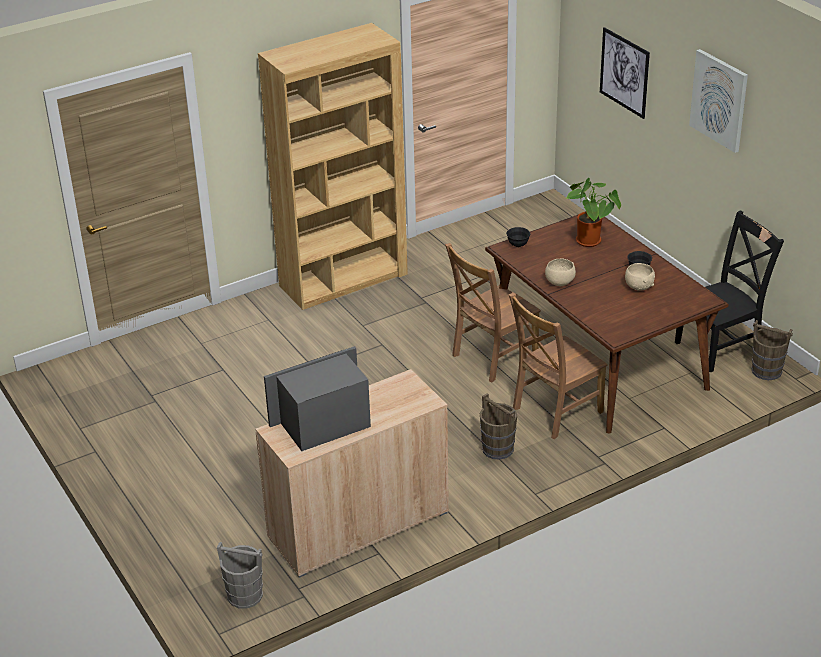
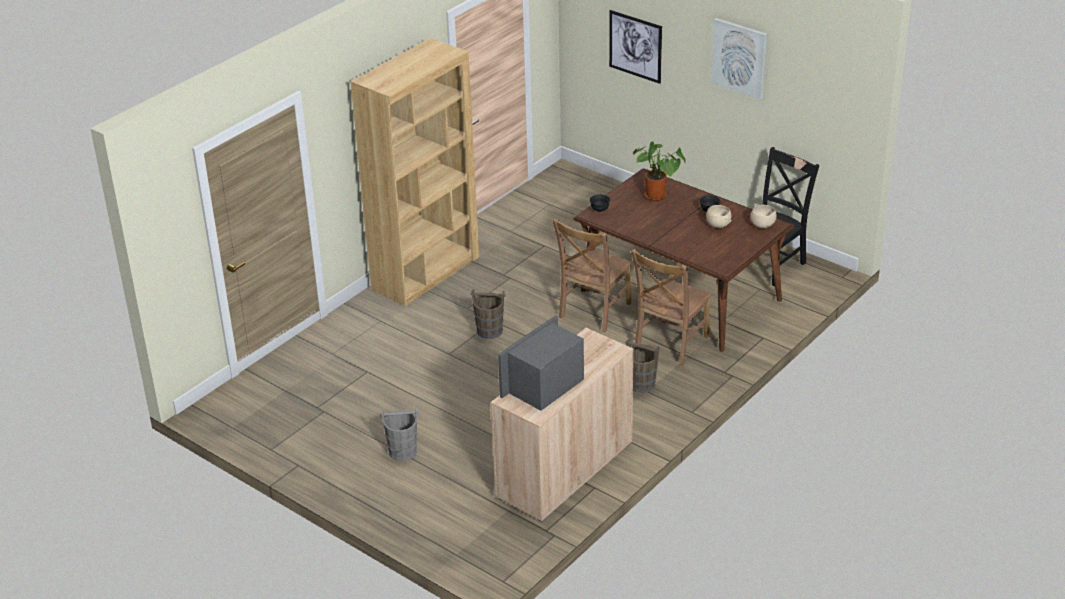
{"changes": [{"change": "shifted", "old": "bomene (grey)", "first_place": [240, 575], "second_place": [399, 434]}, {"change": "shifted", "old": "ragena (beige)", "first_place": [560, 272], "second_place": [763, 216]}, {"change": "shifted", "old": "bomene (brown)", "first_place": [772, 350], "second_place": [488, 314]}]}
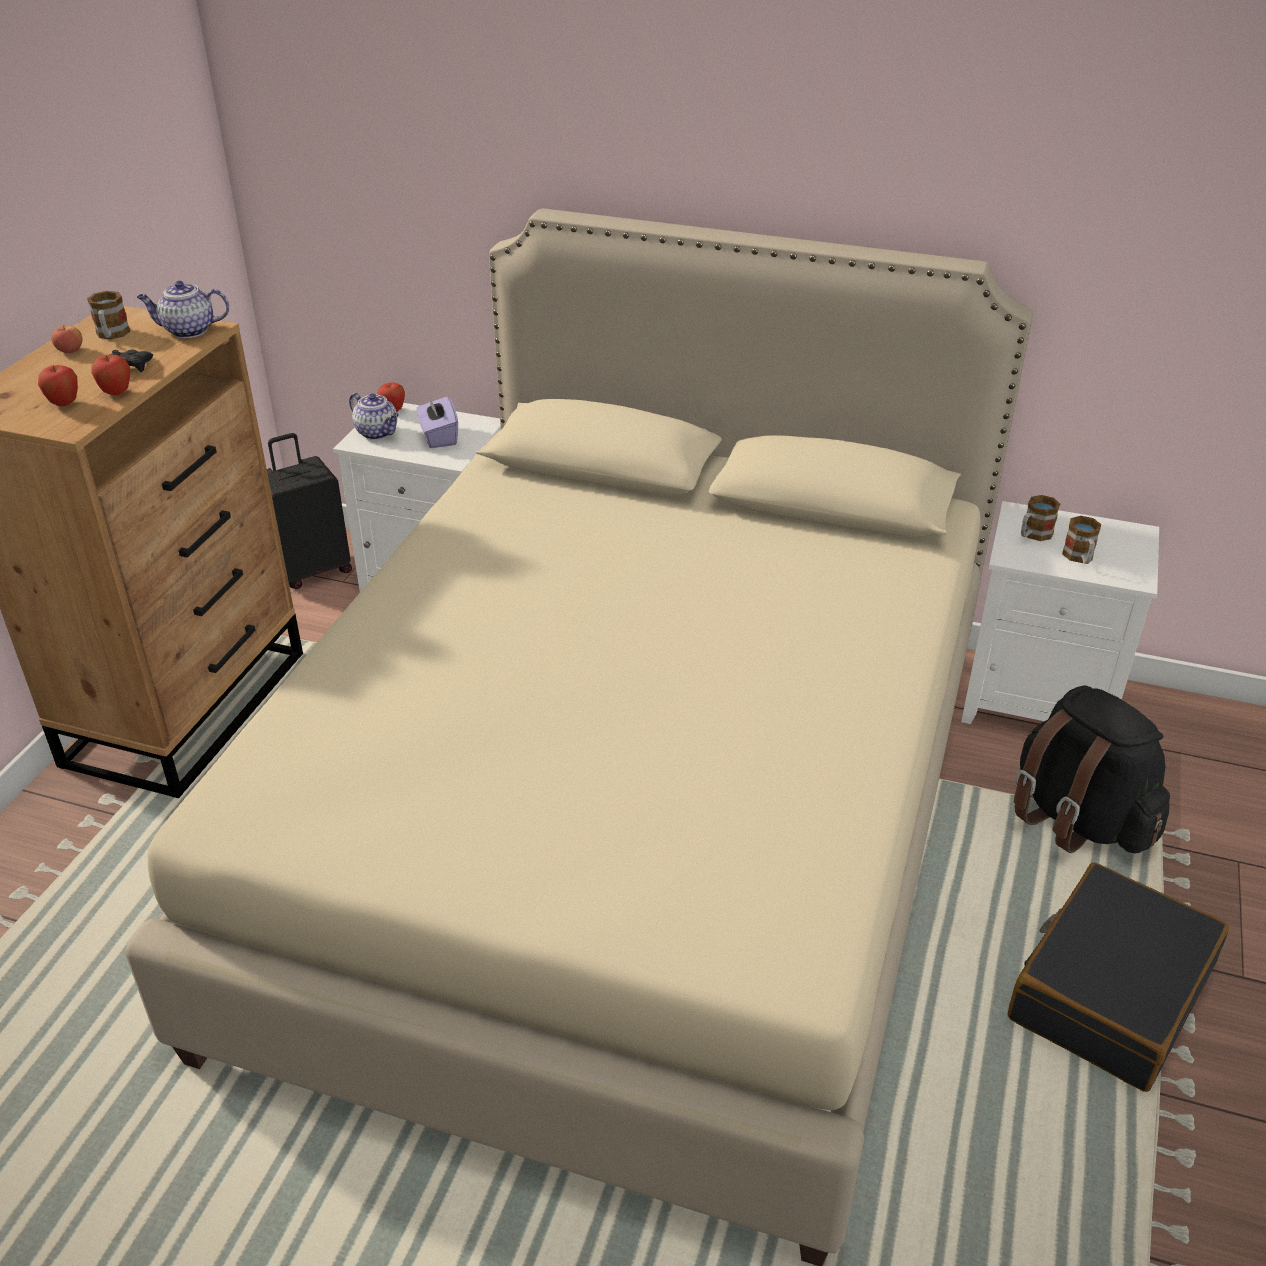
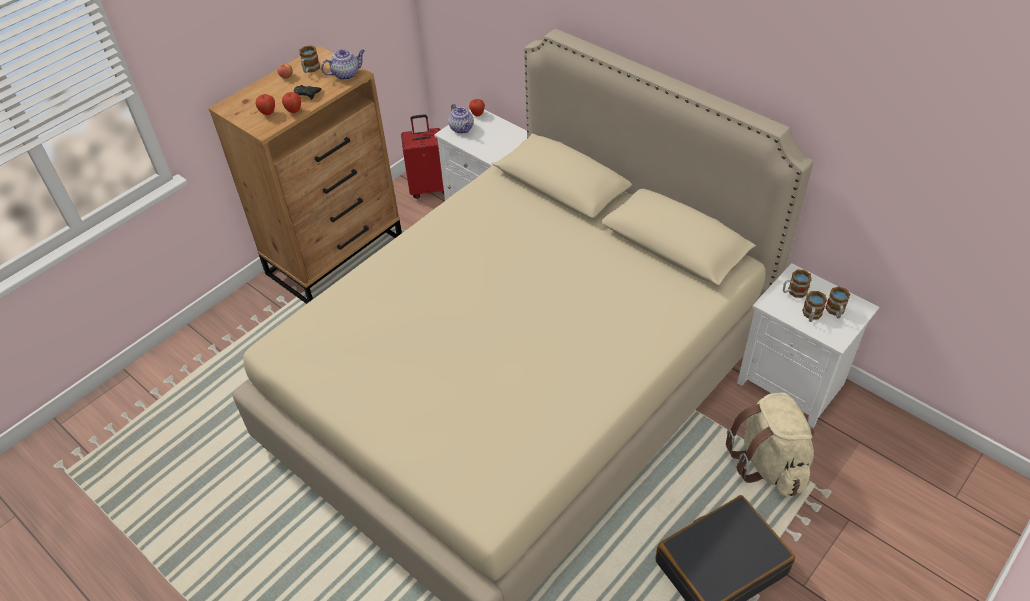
{"changes": [{"change": "rotated", "old": "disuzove", "first_place": [183, 309], "second_place": [343, 65], "degrees": 135}, {"change": "repainted", "old": "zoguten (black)", "new": "zoguten (red)", "first_place": [309, 511], "second_place": [422, 156]}, {"change": "gone", "old": "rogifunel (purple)", "first_place": [437, 420]}, {"change": "repainted", "old": "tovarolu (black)", "new": "tovarolu (beige)", "first_place": [1092, 769], "second_place": [770, 444]}, {"change": "new", "new": "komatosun", "second_place": [837, 302]}]}
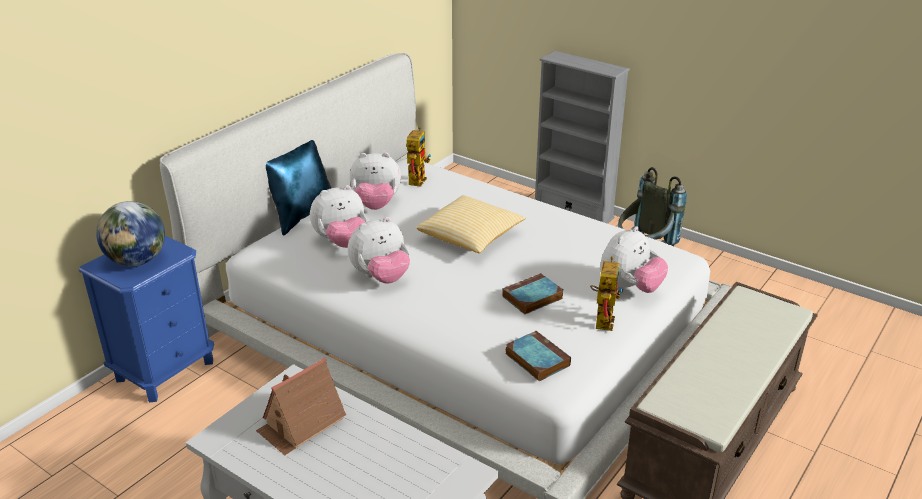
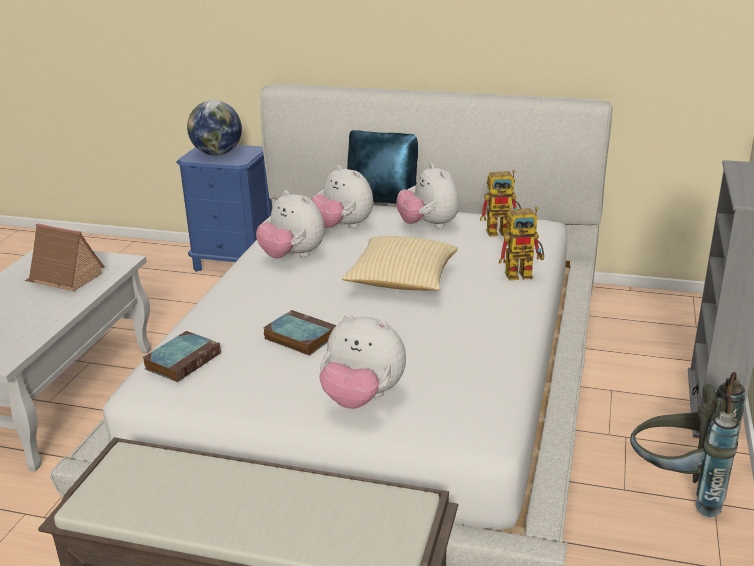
{"changes": [{"change": "shifted", "old": "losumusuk", "first_place": [607, 293], "second_place": [521, 244]}]}
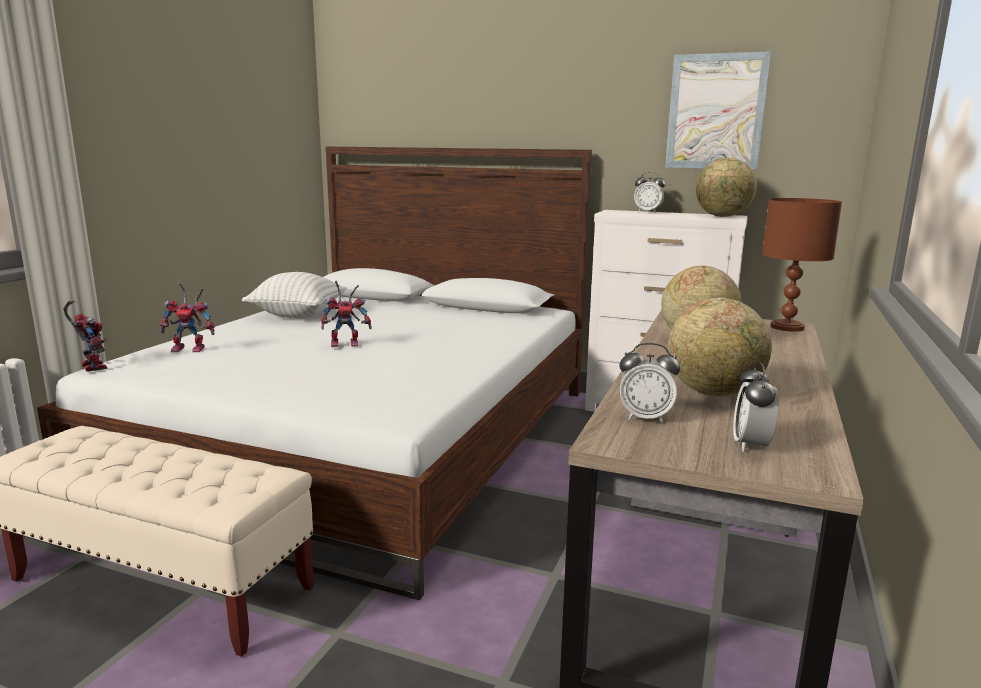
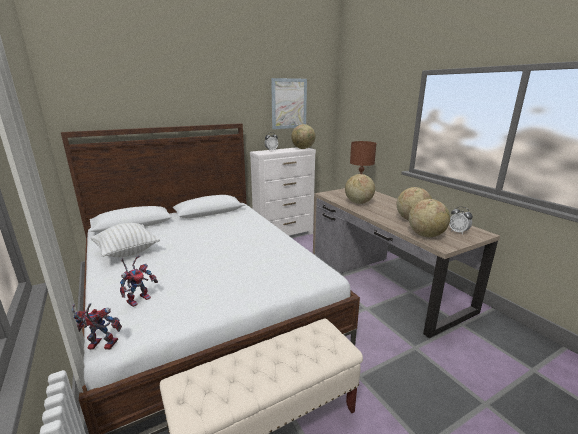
{"changes": [{"change": "gone", "old": "losumusuk", "first_place": [346, 314]}, {"change": "swapped", "old": "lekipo", "new": "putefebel", "first_place": [649, 383], "second_place": [429, 218]}]}
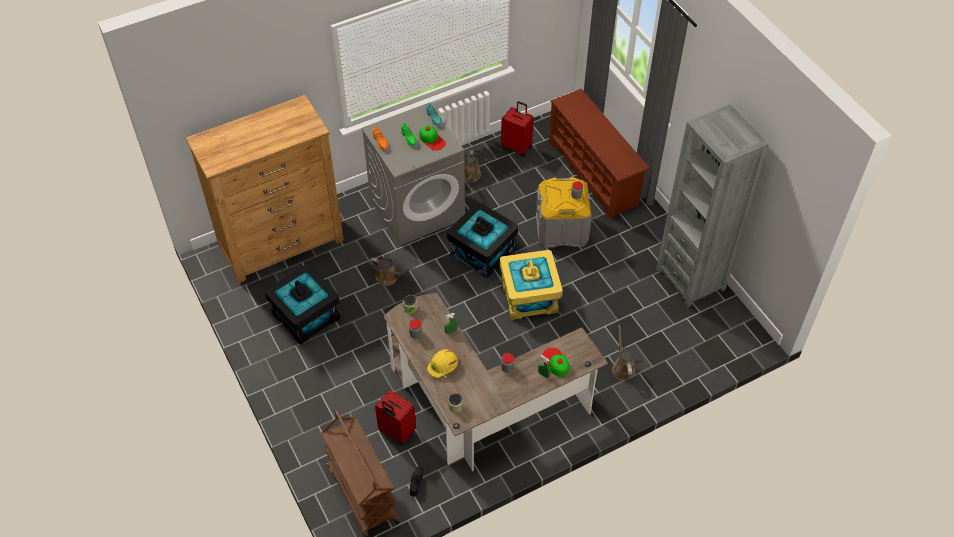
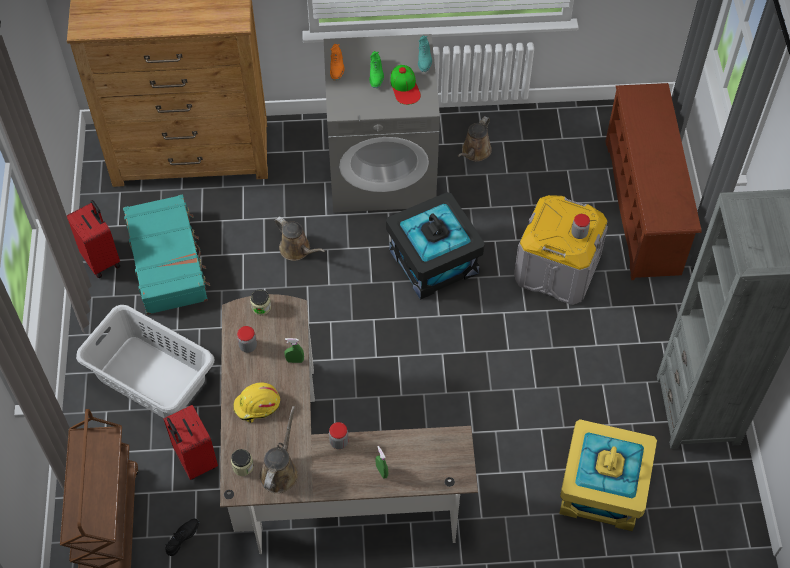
{"changes": [{"change": "swapped", "old": "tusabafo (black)", "new": "zoguten (turquoise)", "first_place": [302, 304], "second_place": [166, 254]}, {"change": "shifted", "old": "tusabafo (yellow)", "first_place": [531, 285], "second_place": [608, 475]}, {"change": "shifted", "old": "zoguten (red)", "first_place": [517, 129], "second_place": [93, 239]}, {"change": "gone", "old": "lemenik", "first_place": [555, 362]}, {"change": "shifted", "old": "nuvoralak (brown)", "first_place": [624, 353], "second_place": [278, 449]}, {"change": "new", "new": "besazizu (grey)", "second_place": [145, 361]}]}
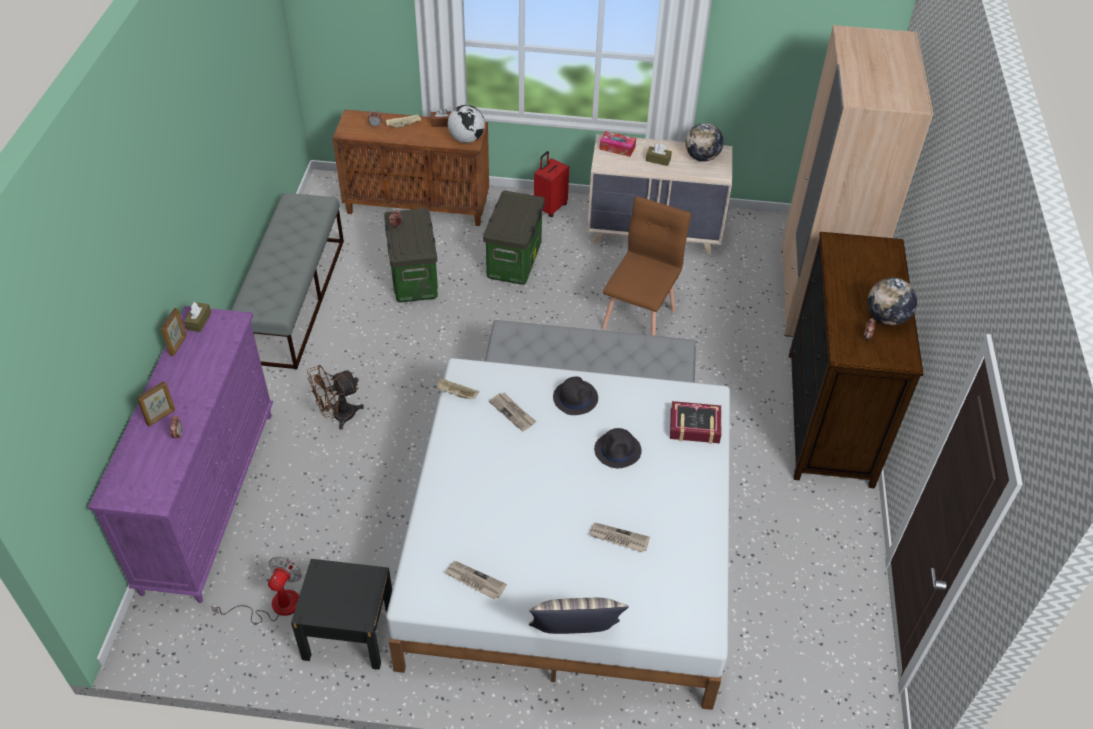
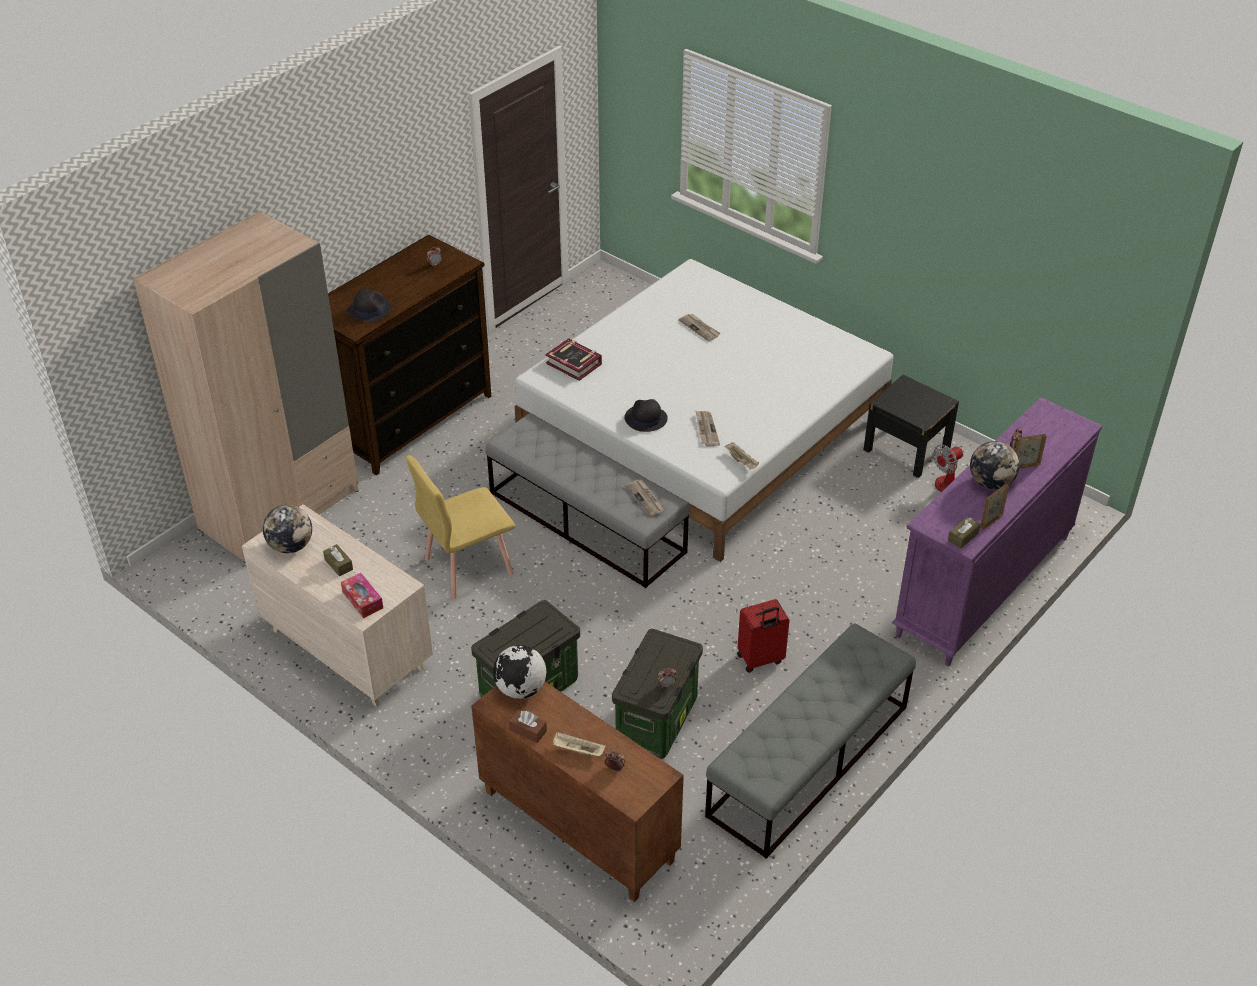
{"changes": [{"change": "gone", "old": "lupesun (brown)", "first_place": [335, 397]}, {"change": "shifted", "old": "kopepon", "first_place": [476, 580], "second_place": [645, 498]}, {"change": "gone", "old": "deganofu", "first_place": [579, 616]}, {"change": "shifted", "old": "zoguten (red)", "first_place": [551, 184], "second_place": [763, 636]}, {"change": "shifted", "old": "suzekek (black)", "first_place": [617, 448], "second_place": [370, 305]}, {"change": "repainted", "old": "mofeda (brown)", "new": "mofeda (yellow)", "first_place": [646, 266], "second_place": [461, 527]}, {"change": "shifted", "old": "putefebel", "first_place": [892, 301], "second_place": [994, 465]}]}
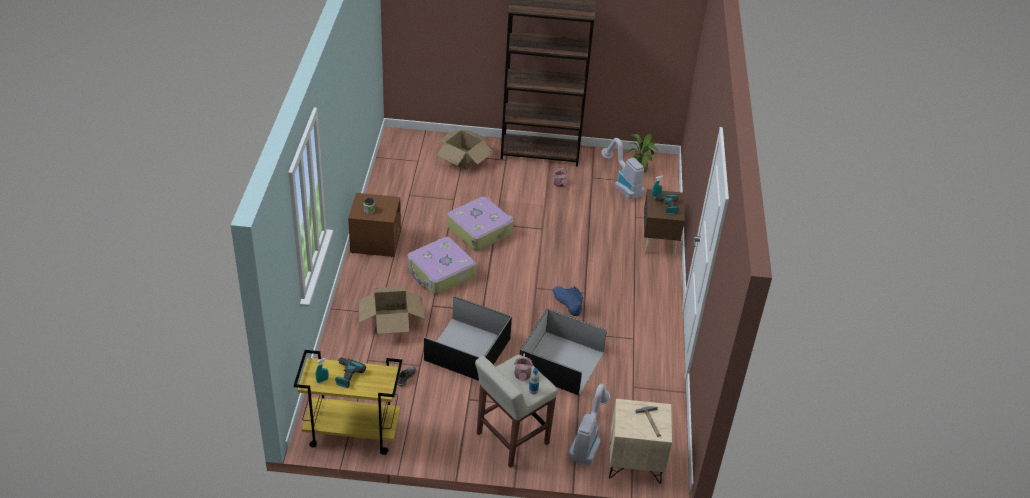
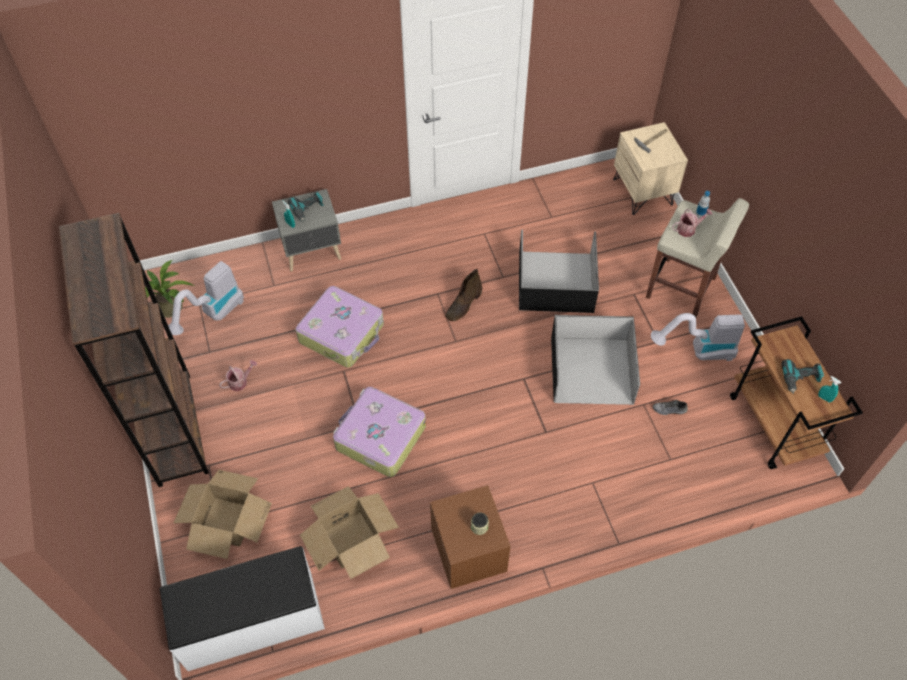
{"changes": [{"change": "repainted", "old": "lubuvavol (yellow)", "new": "lubuvavol (brown)", "first_place": [348, 402], "second_place": [796, 392]}, {"change": "shifted", "old": "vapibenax", "first_place": [391, 310], "second_place": [349, 532]}, {"change": "shifted", "old": "zoguten", "first_place": [442, 266], "second_place": [340, 327]}, {"change": "repainted", "old": "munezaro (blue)", "new": "munezaro (brown)", "first_place": [568, 301], "second_place": [464, 295]}, {"change": "shifted", "old": "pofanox", "first_place": [589, 425], "second_place": [698, 337]}, {"change": "repainted", "old": "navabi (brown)", "new": "navabi (grey)", "first_place": [664, 223], "second_place": [306, 230]}, {"change": "new", "new": "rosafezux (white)", "second_place": [242, 608]}]}
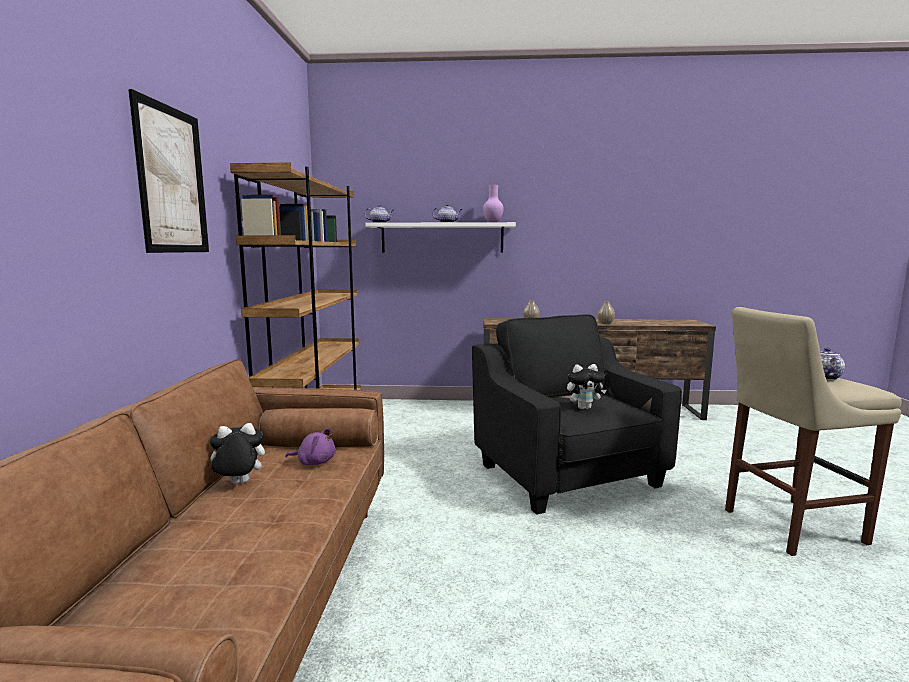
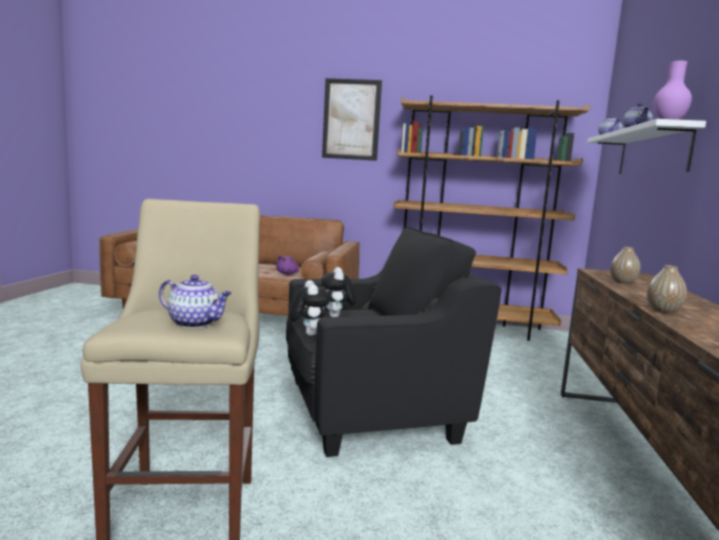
{"changes": [{"change": "shifted", "old": "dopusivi", "first_place": [237, 453], "second_place": [309, 308]}]}
